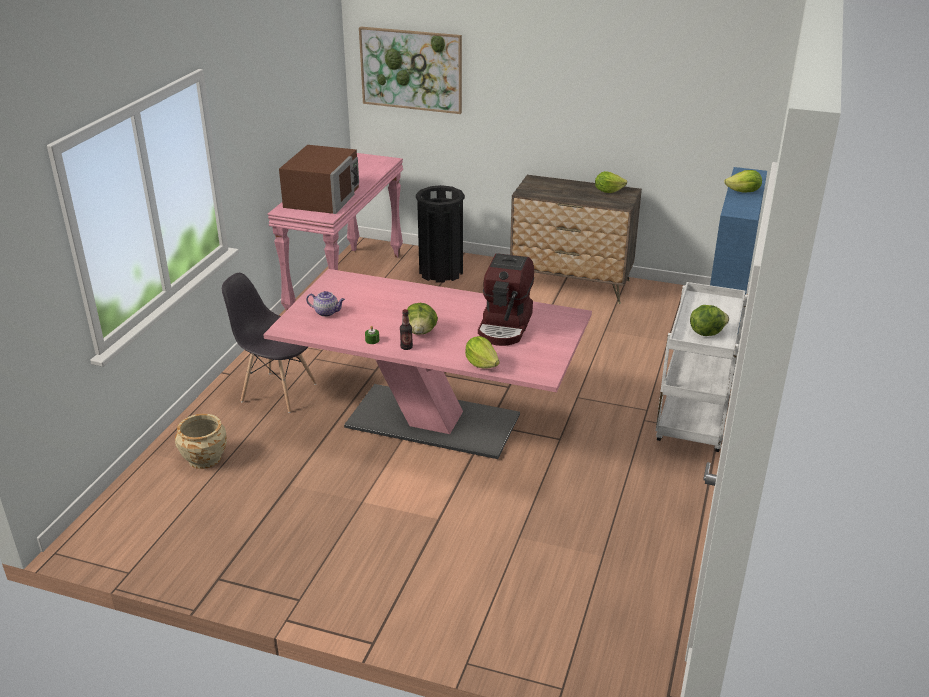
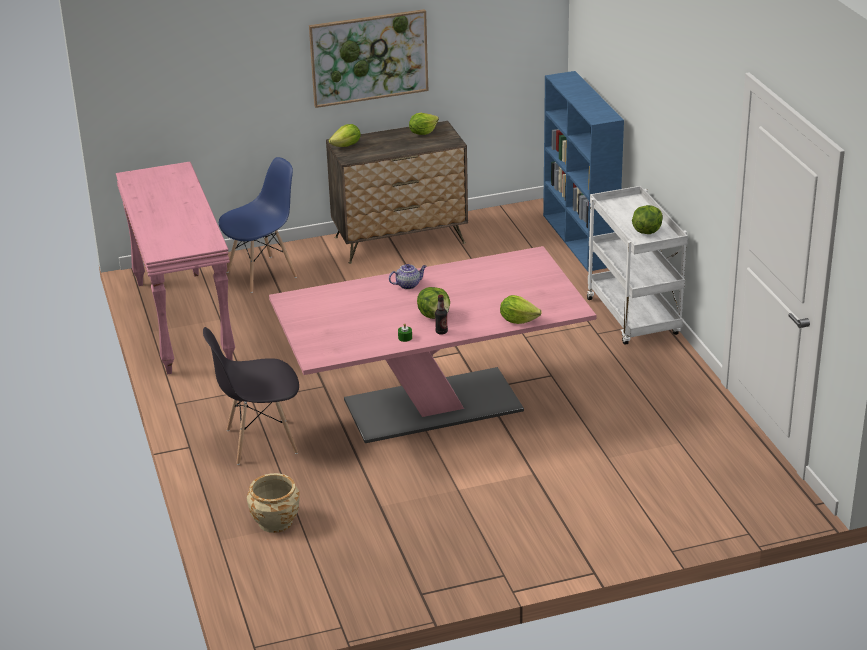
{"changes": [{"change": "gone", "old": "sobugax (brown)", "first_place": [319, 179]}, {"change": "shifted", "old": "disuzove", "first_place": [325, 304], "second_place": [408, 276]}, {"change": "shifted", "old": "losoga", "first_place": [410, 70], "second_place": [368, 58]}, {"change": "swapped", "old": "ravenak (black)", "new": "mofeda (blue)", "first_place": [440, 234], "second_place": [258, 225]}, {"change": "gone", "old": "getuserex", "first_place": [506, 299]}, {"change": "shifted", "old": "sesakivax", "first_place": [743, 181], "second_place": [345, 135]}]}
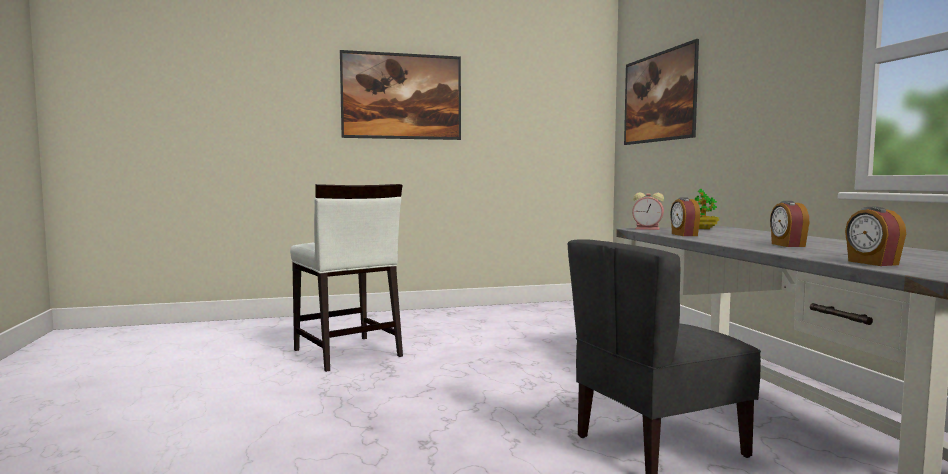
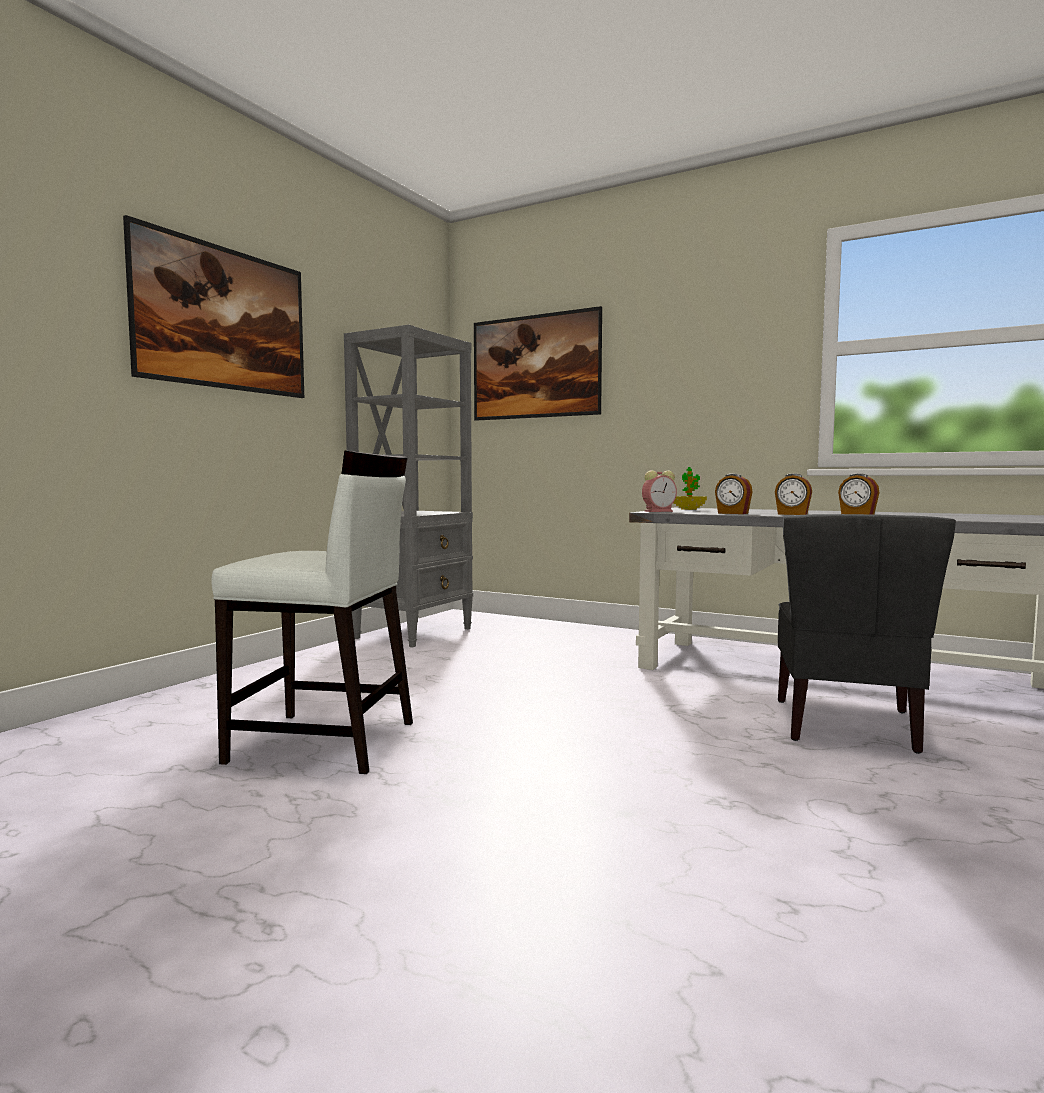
{"changes": [{"change": "shifted", "old": "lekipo", "first_place": [875, 236], "second_place": [793, 494]}, {"change": "new", "new": "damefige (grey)", "second_place": [408, 486]}]}
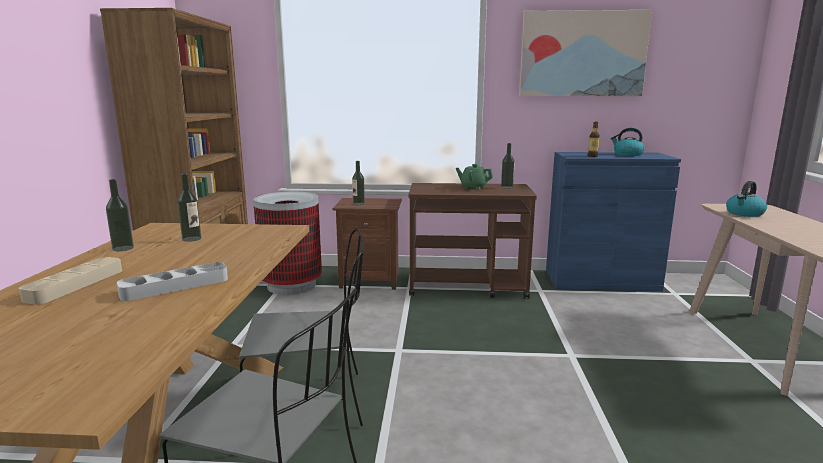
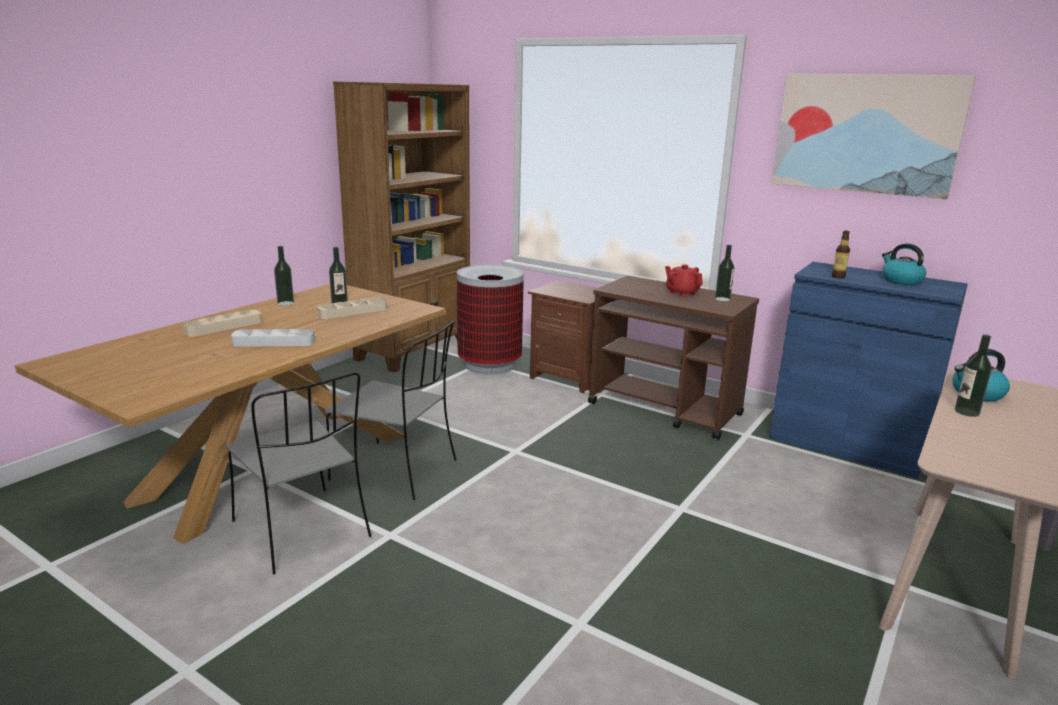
{"changes": [{"change": "shifted", "old": "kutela", "first_place": [358, 183], "second_place": [973, 375]}, {"change": "repainted", "old": "disuzove (green)", "new": "disuzove (red)", "first_place": [474, 177], "second_place": [684, 280]}, {"change": "new", "new": "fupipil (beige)", "second_place": [352, 308]}]}
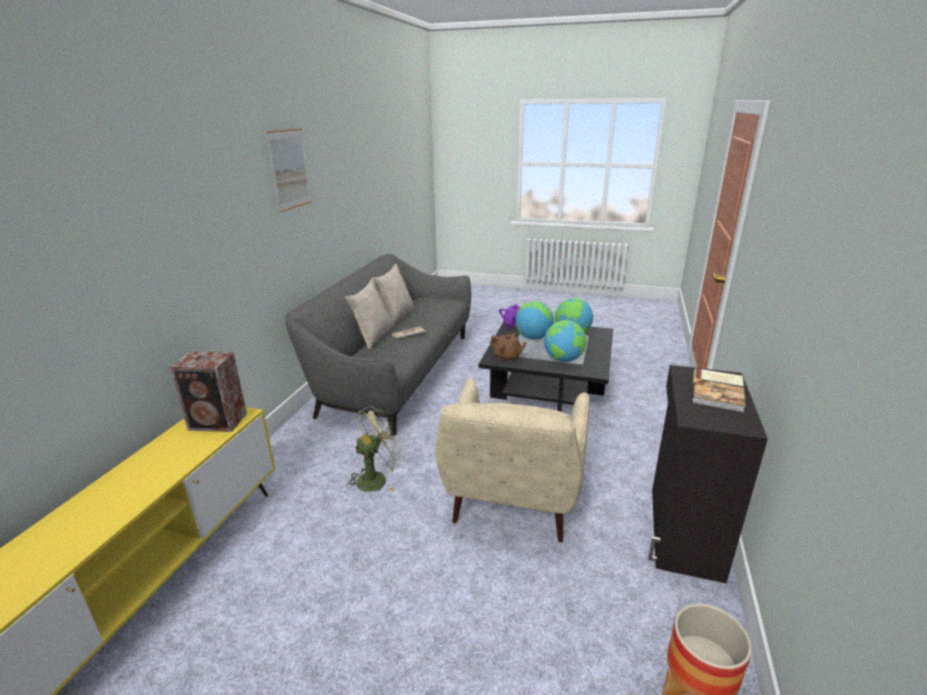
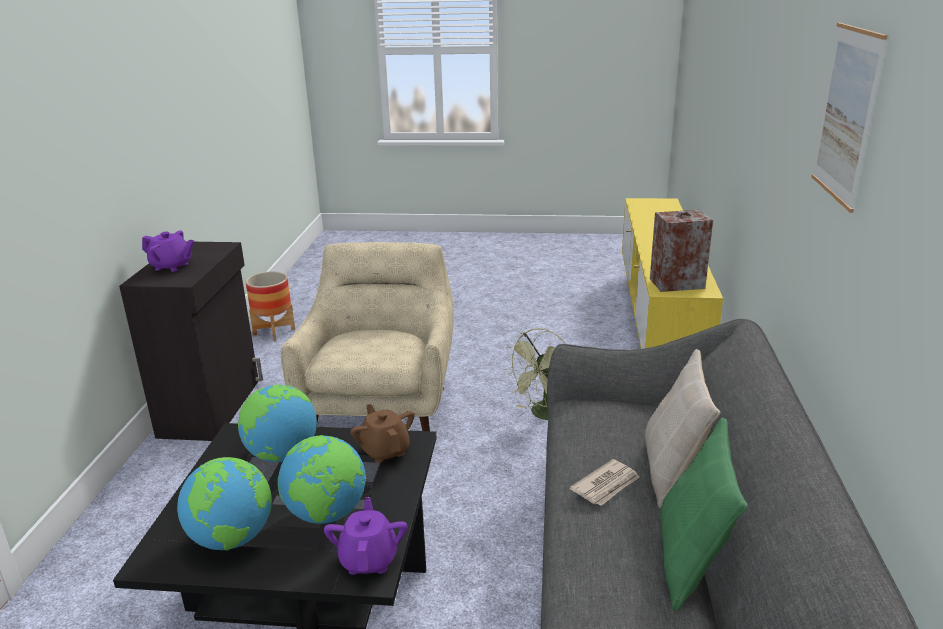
{"changes": [{"change": "repainted", "old": "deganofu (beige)", "new": "deganofu (green)", "first_place": [393, 295], "second_place": [704, 514]}, {"change": "rotated", "old": "disuzove (brown)", "first_place": [508, 347], "second_place": [382, 433], "degrees": 45}, {"change": "swapped", "old": "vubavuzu", "new": "disuzove (purple)", "first_place": [719, 390], "second_place": [168, 251]}]}
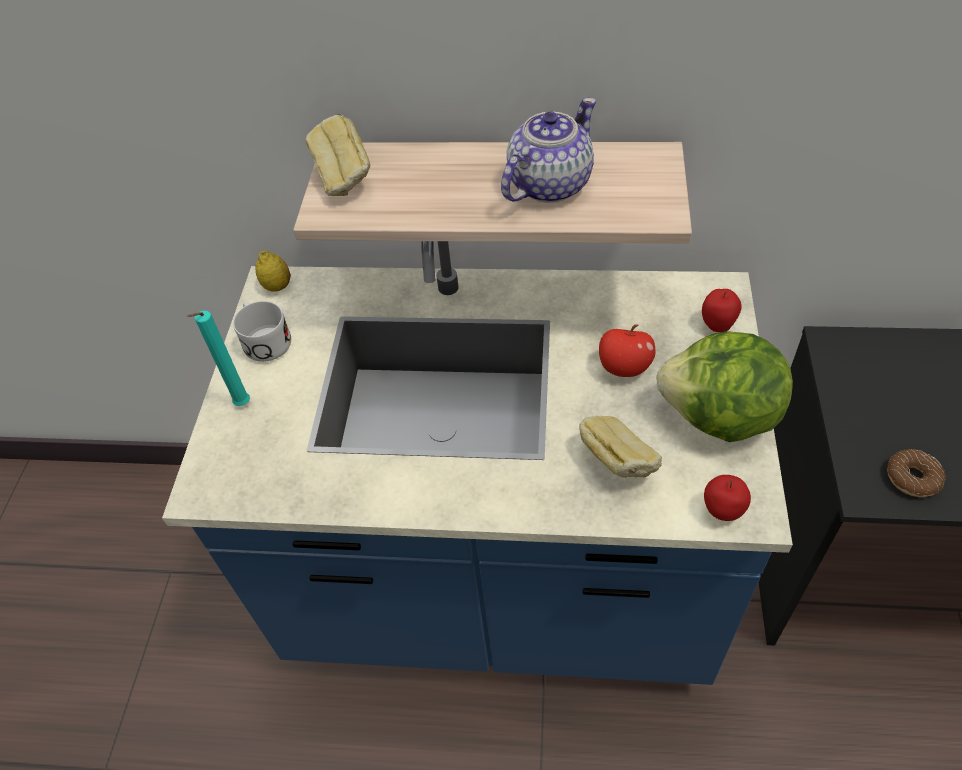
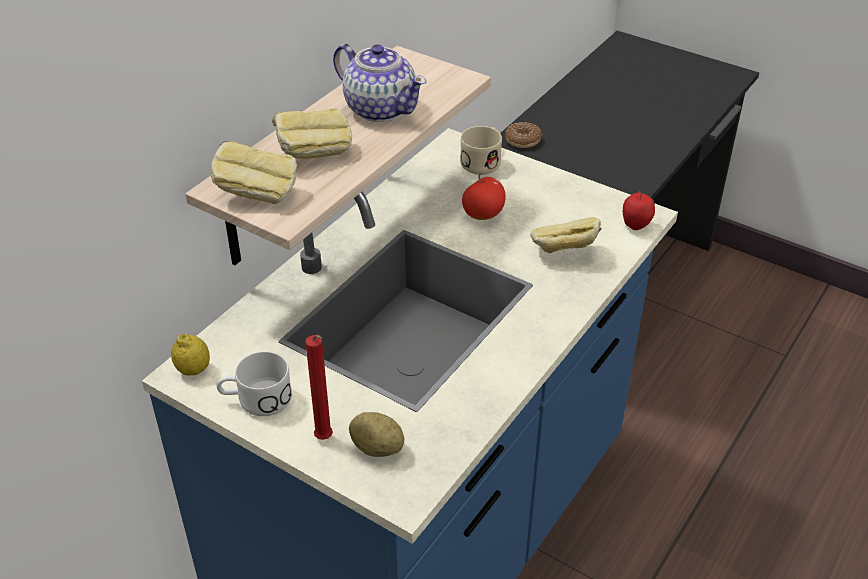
{"changes": [{"change": "repainted", "old": "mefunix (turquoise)", "new": "mefunix (red)", "first_place": [218, 358], "second_place": [319, 387]}, {"change": "rotated", "old": "disuzove", "first_place": [548, 150], "second_place": [380, 83], "degrees": 150}, {"change": "gone", "old": "sesakivax", "first_place": [724, 386]}, {"change": "swapped", "old": "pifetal", "new": "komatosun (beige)", "first_place": [722, 310], "second_place": [481, 150]}, {"change": "shifted", "old": "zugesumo", "first_place": [916, 473], "second_place": [523, 135]}, {"change": "new", "new": "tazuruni", "second_place": [312, 133]}, {"change": "new", "new": "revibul", "second_place": [376, 434]}]}
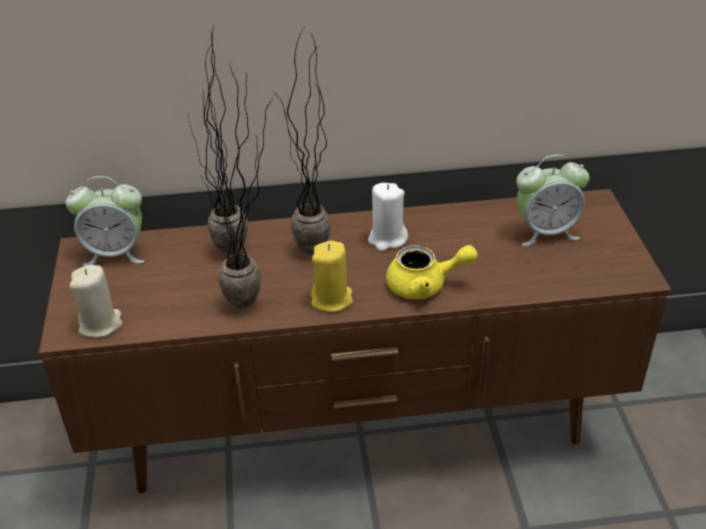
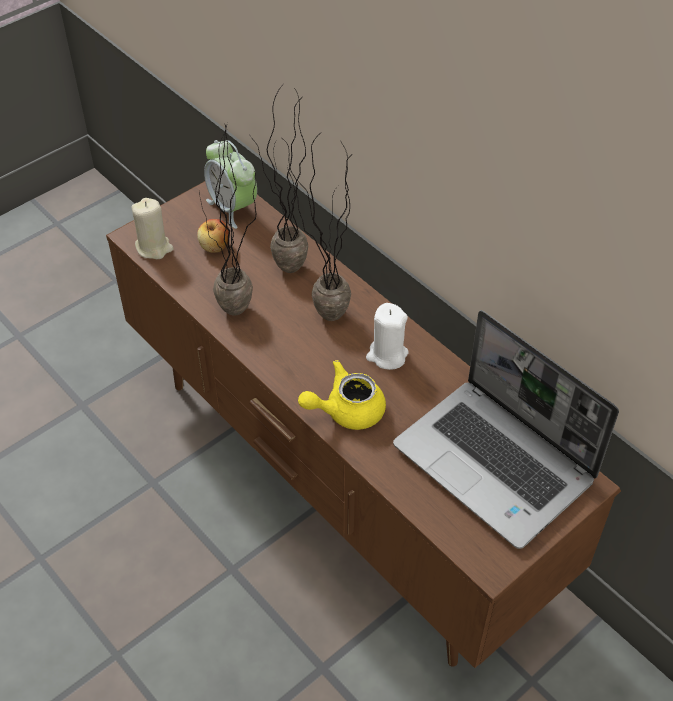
{"changes": [{"change": "gone", "old": "mefunix (yellow)", "first_place": [332, 276]}, {"change": "rotated", "old": "disuzove (yellow)", "first_place": [432, 272], "second_place": [342, 395], "degrees": 105}, {"change": "swapped", "old": "lekipo", "new": "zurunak", "first_place": [552, 200], "second_place": [506, 429]}, {"change": "new", "new": "pifetal", "second_place": [213, 236]}]}
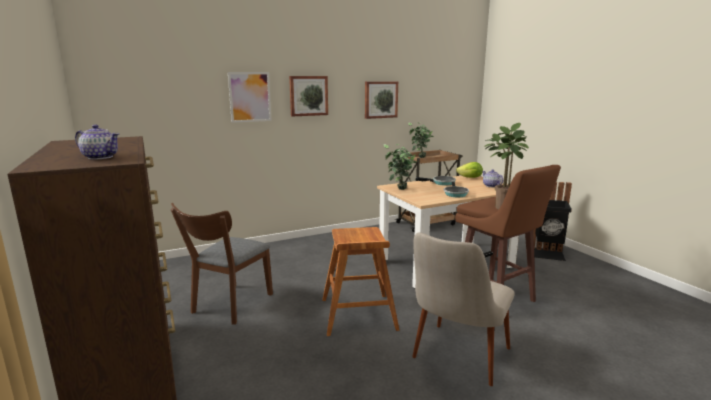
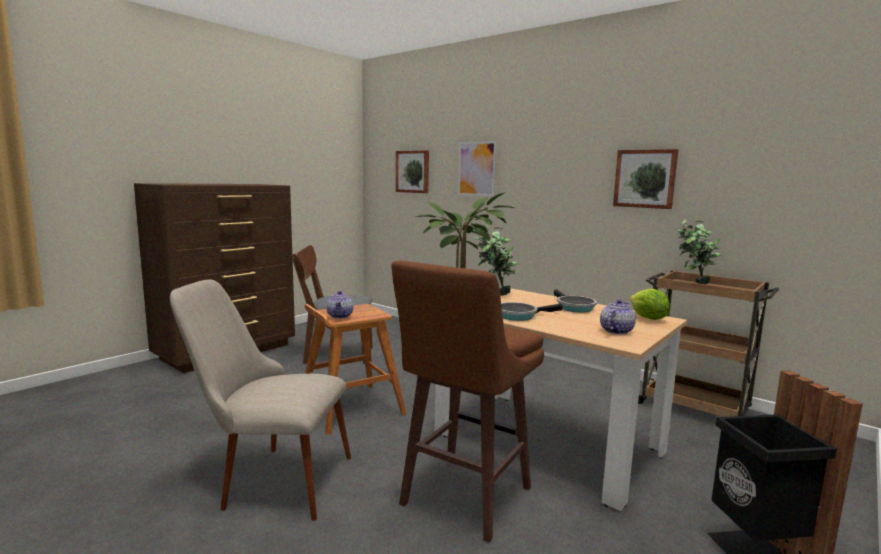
{"changes": [{"change": "shifted", "old": "disuzove", "first_place": [97, 141], "second_place": [340, 305]}, {"change": "shifted", "old": "losoga", "first_place": [308, 96], "second_place": [412, 171]}]}
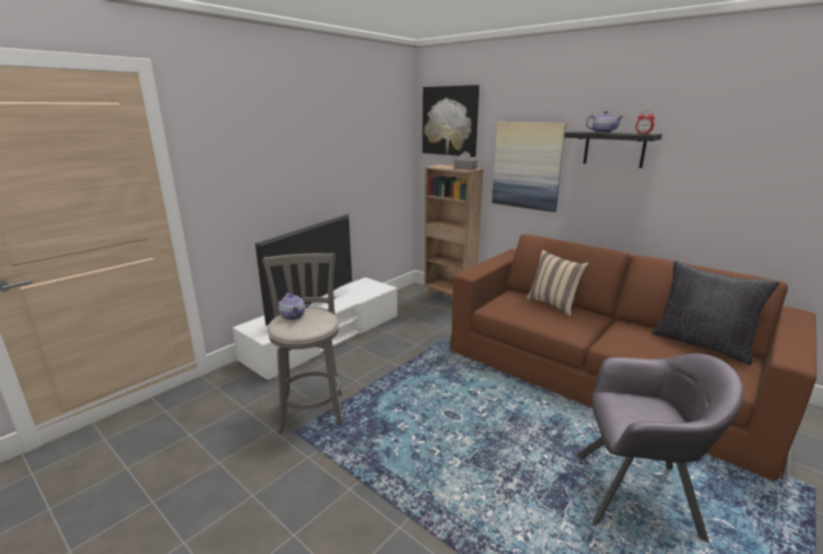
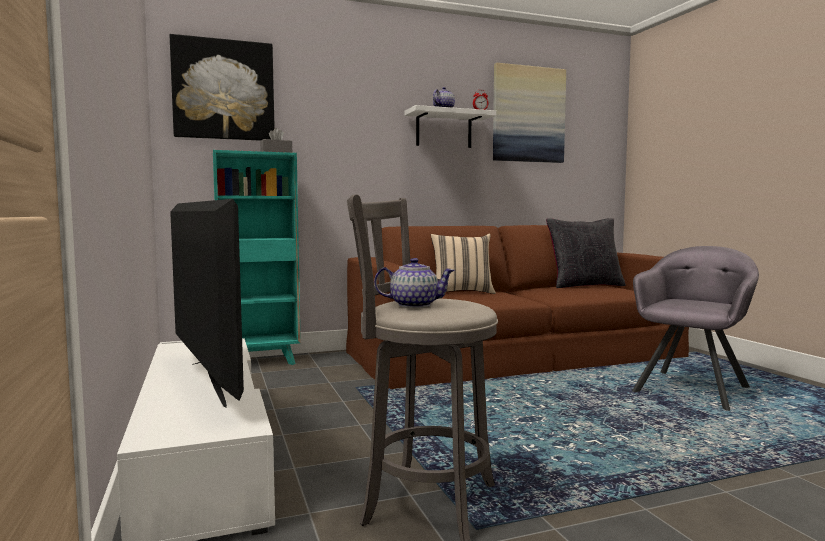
{"changes": [{"change": "repainted", "old": "damefige (brown)", "new": "damefige (turquoise)", "first_place": [453, 232], "second_place": [257, 257]}, {"change": "shifted", "old": "losoga", "first_place": [529, 167], "second_place": [529, 113]}, {"change": "repainted", "old": "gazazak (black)", "new": "gazazak (white)", "first_place": [613, 149], "second_place": [450, 126]}]}
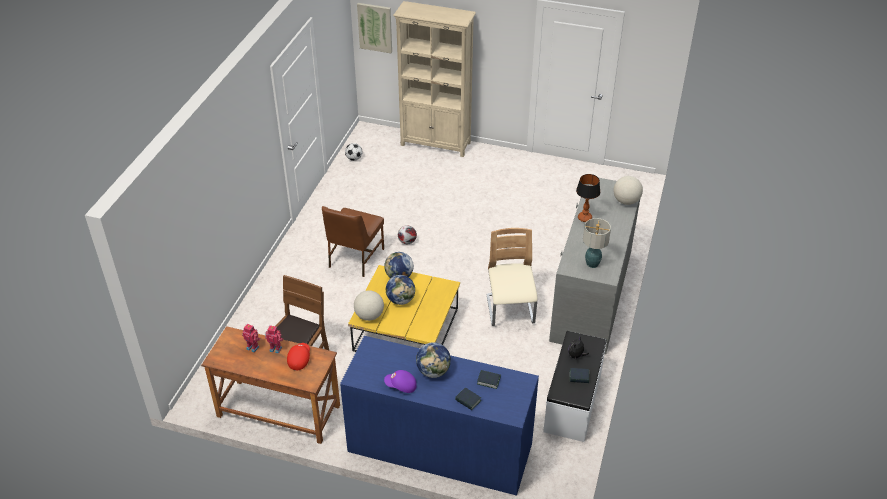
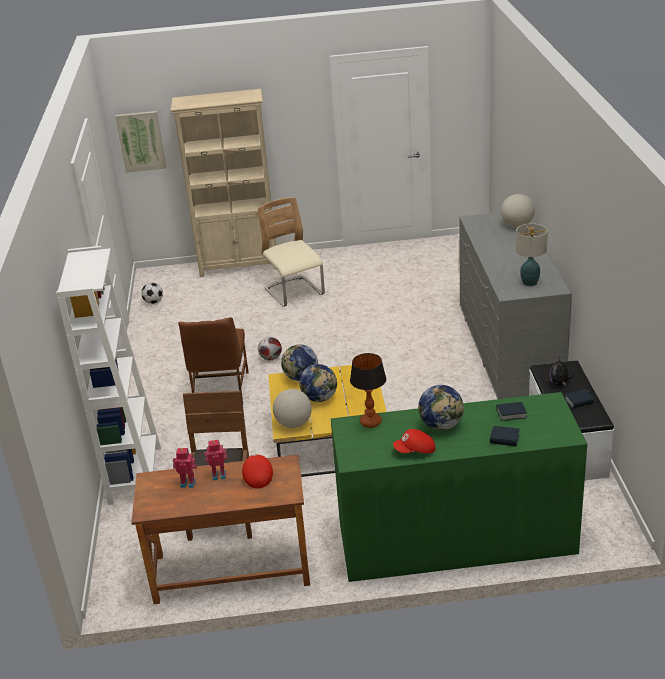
{"changes": [{"change": "repainted", "old": "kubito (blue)", "new": "kubito (green)", "first_place": [439, 416], "second_place": [459, 487]}, {"change": "repainted", "old": "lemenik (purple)", "new": "lemenik (red)", "first_place": [400, 381], "second_place": [414, 441]}, {"change": "shifted", "old": "mofeda (beige)", "first_place": [512, 277], "second_place": [291, 252]}, {"change": "shifted", "old": "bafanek", "first_place": [588, 198], "second_place": [368, 390]}, {"change": "new", "new": "damefige (white)", "second_place": [108, 375]}]}
